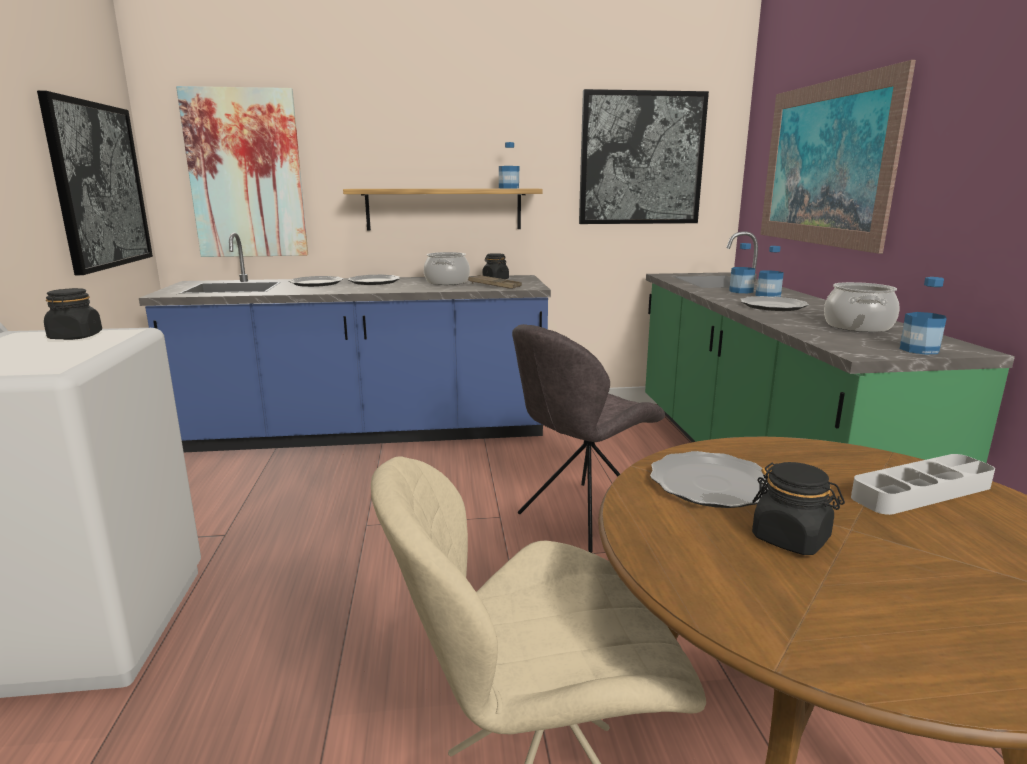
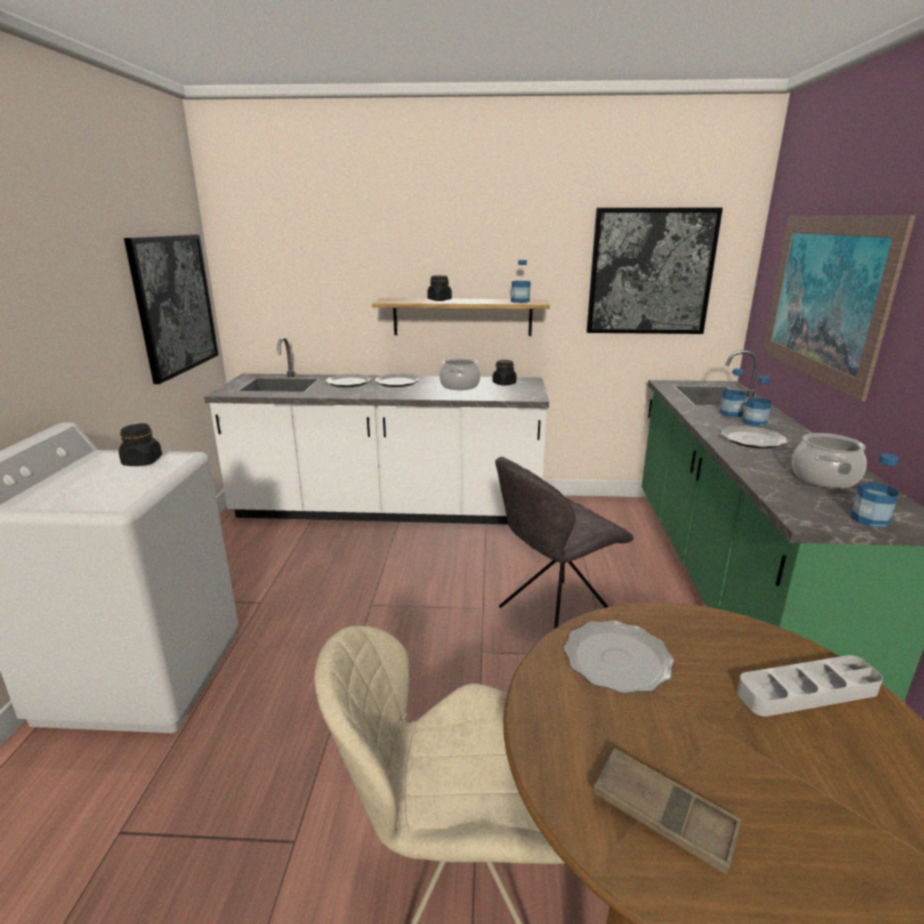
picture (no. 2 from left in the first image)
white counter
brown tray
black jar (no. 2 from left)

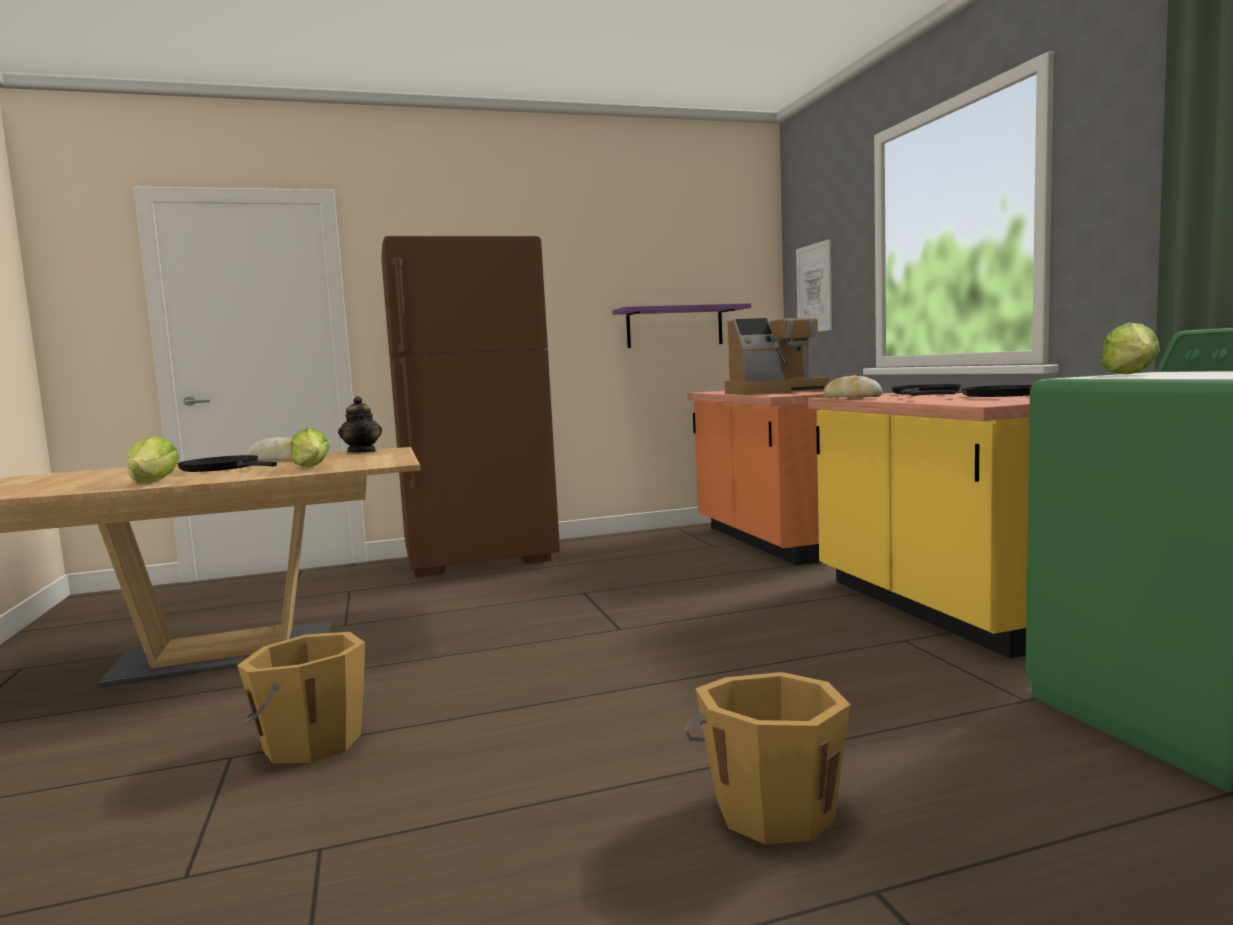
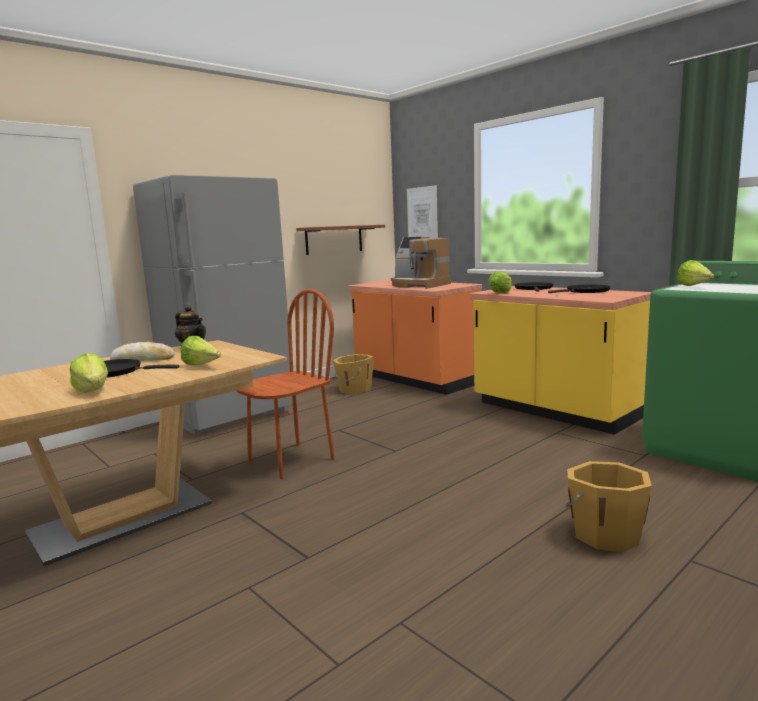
grey fridge
brown shelf
coffee machine
lettuce (no. 3 from left)
orange bucket (no. 1 from left)
brown chair

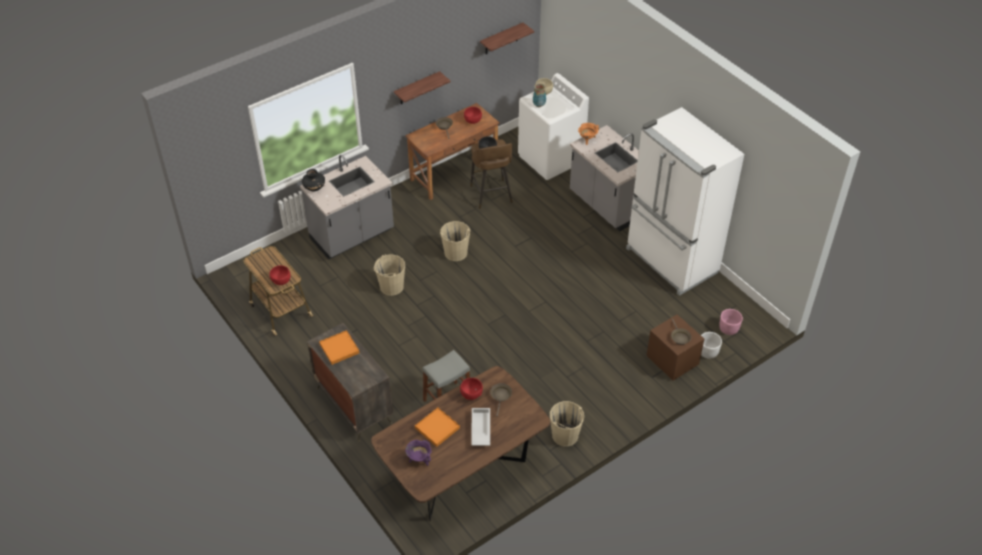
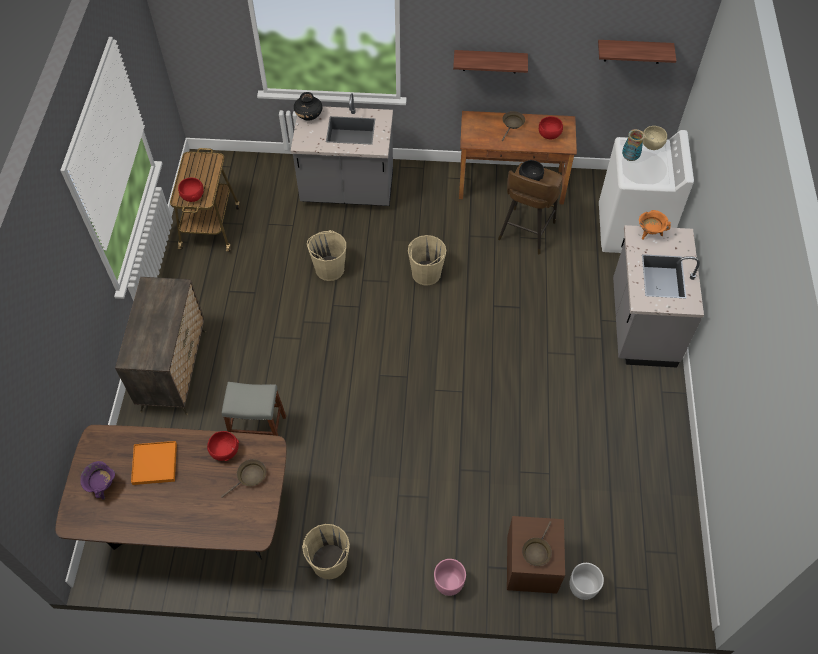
white fridge
pink planter
orange tray (no. 1 from left in the first image)
white tray

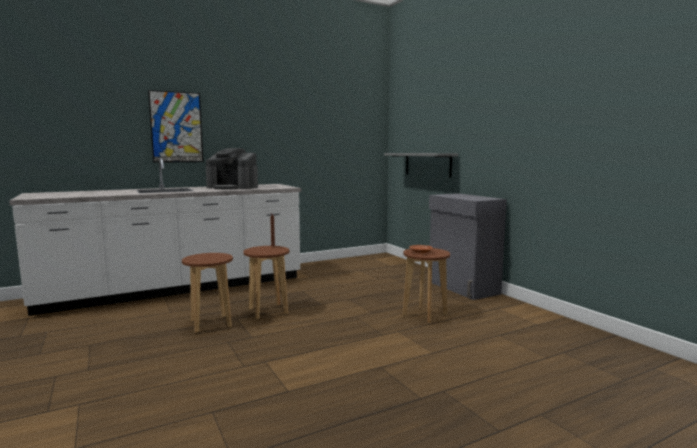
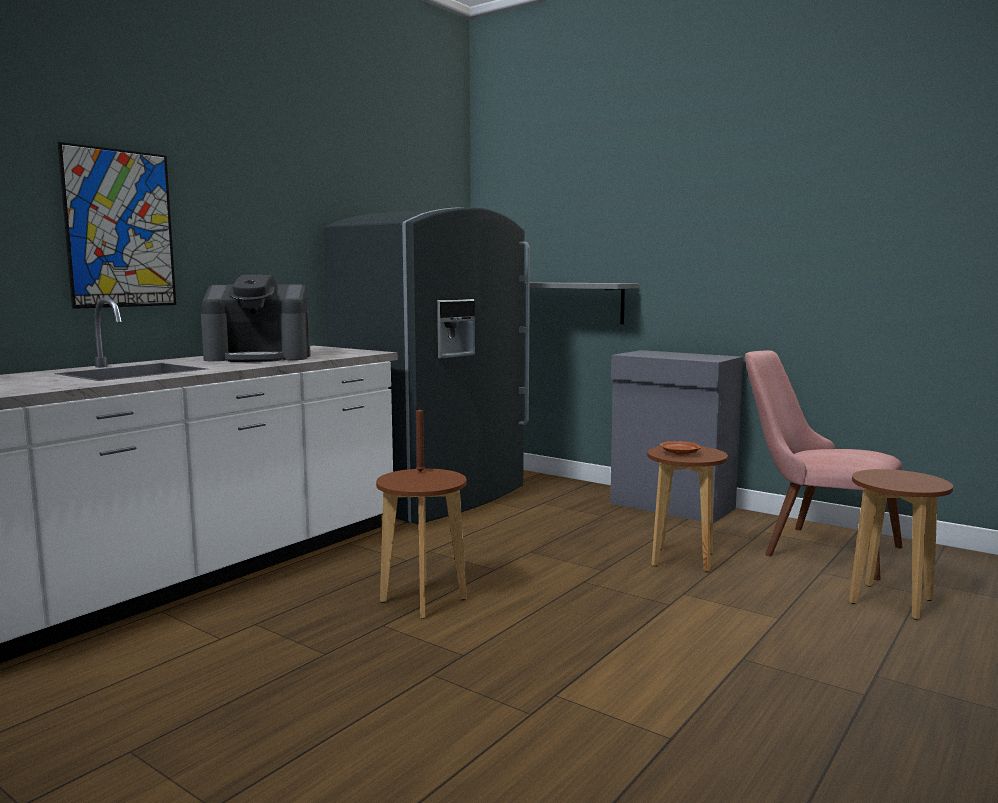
brown stool (no. 3 from left)
grey fridge
pink chair

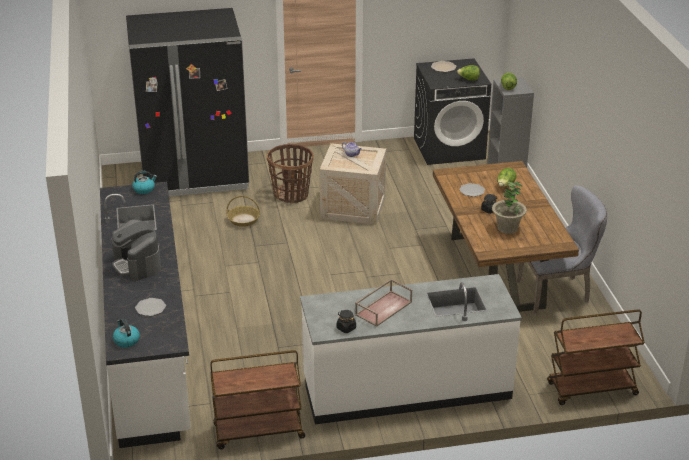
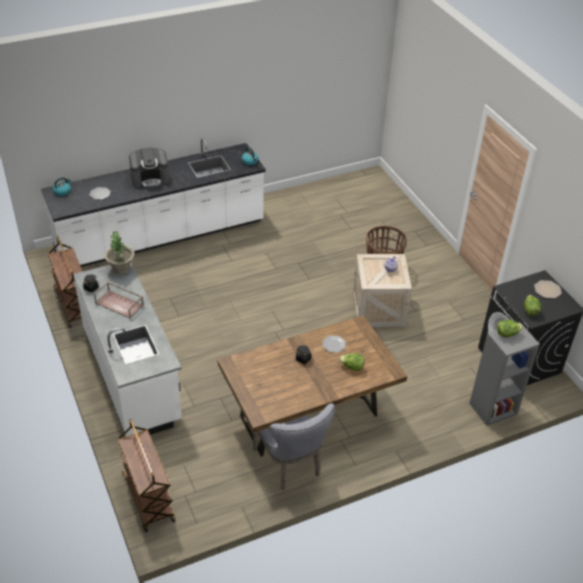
black fridge
potted plant
basket (no. 1 from left in the first image)
coffee machine

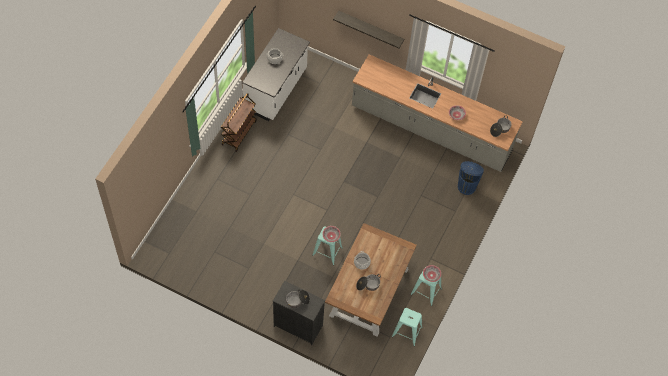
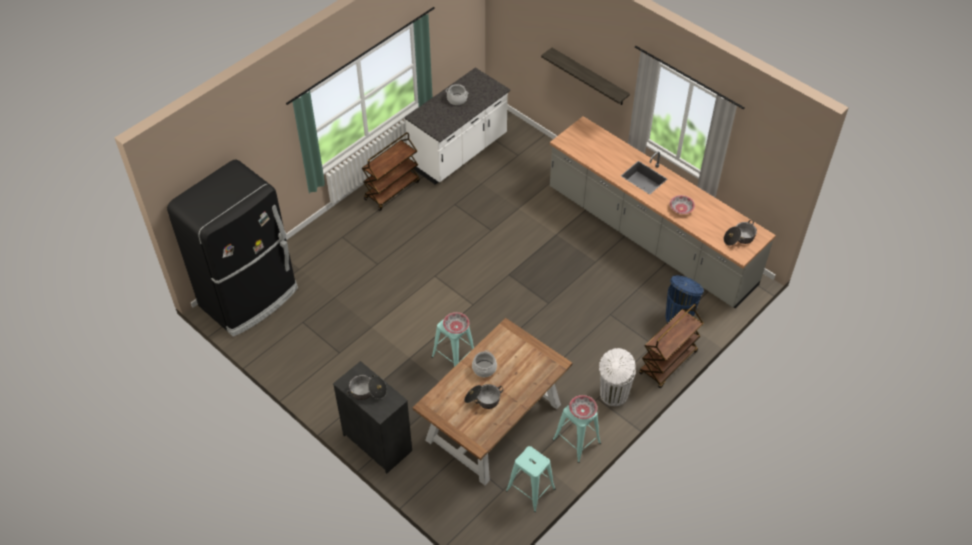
black fridge
brown cart (no. 2 from left)
white trash can

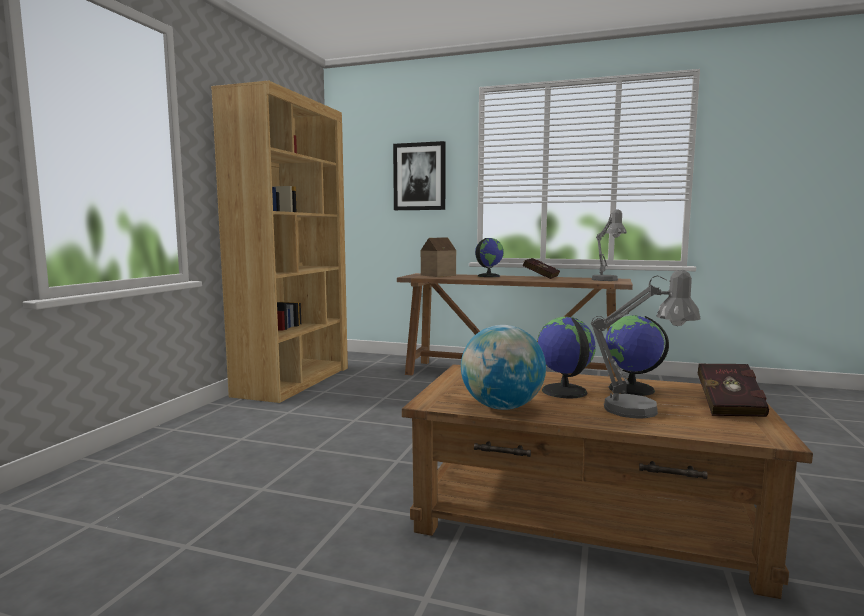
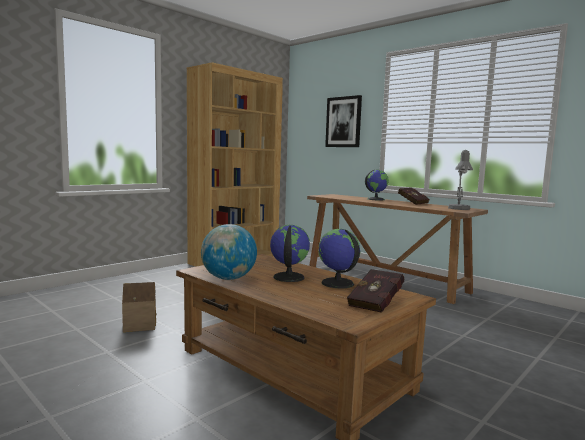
toy house
grey table lamp (no. 2 from left in the first image)

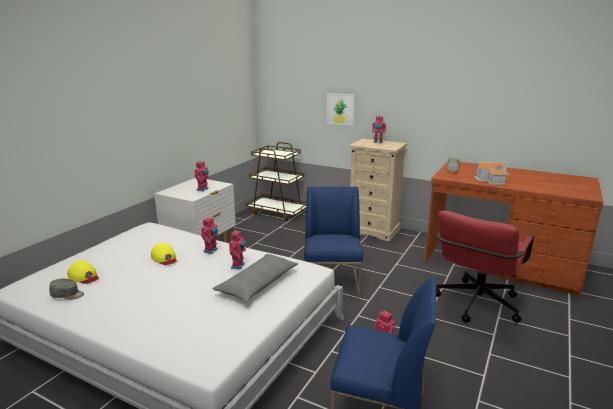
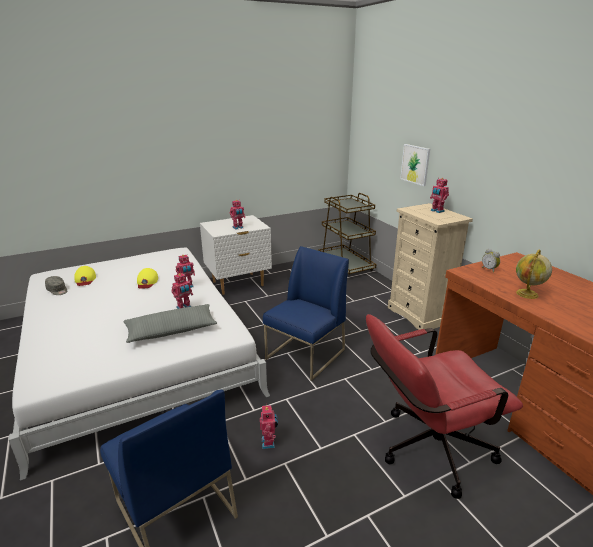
globe

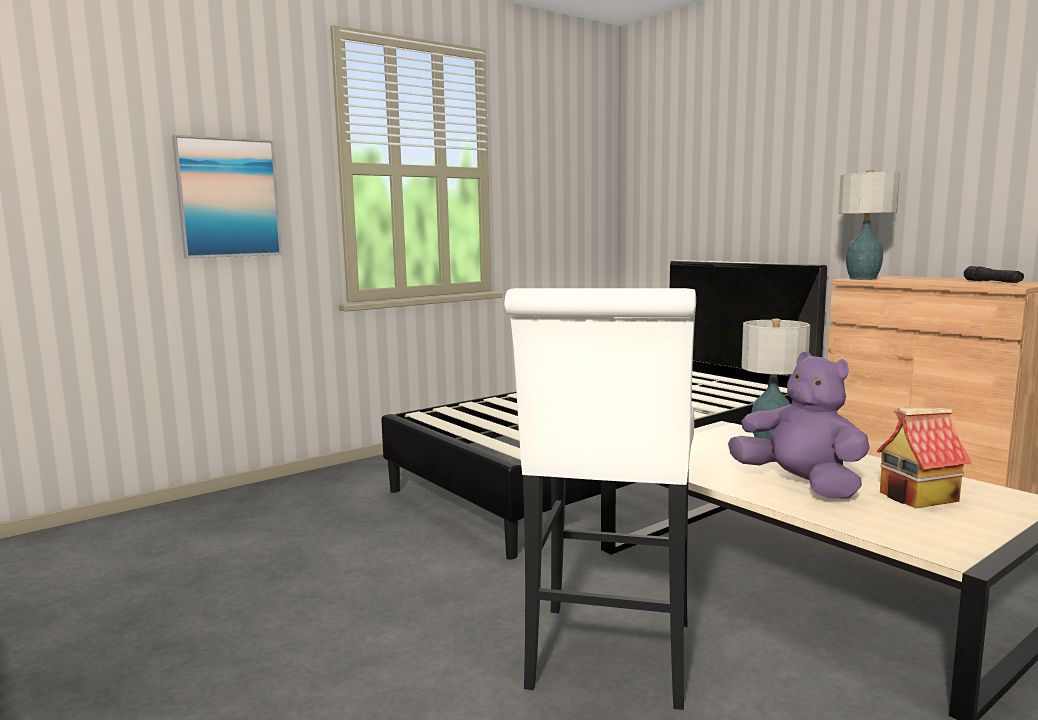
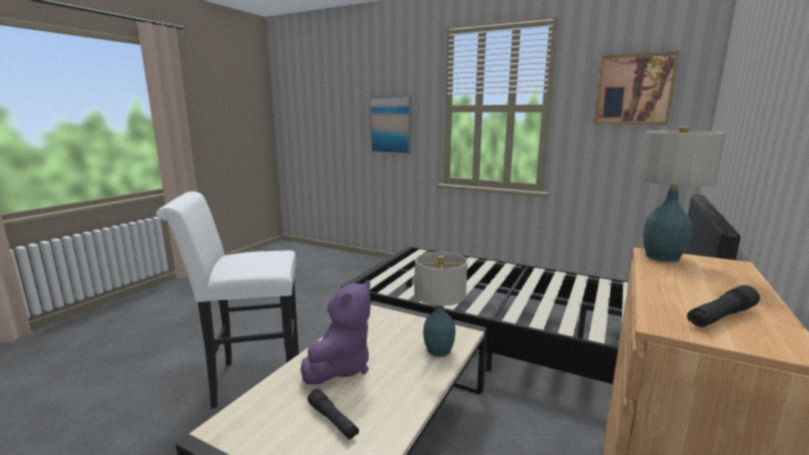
black flashlight (no. 1 from left)
picture (no. 2 from left)

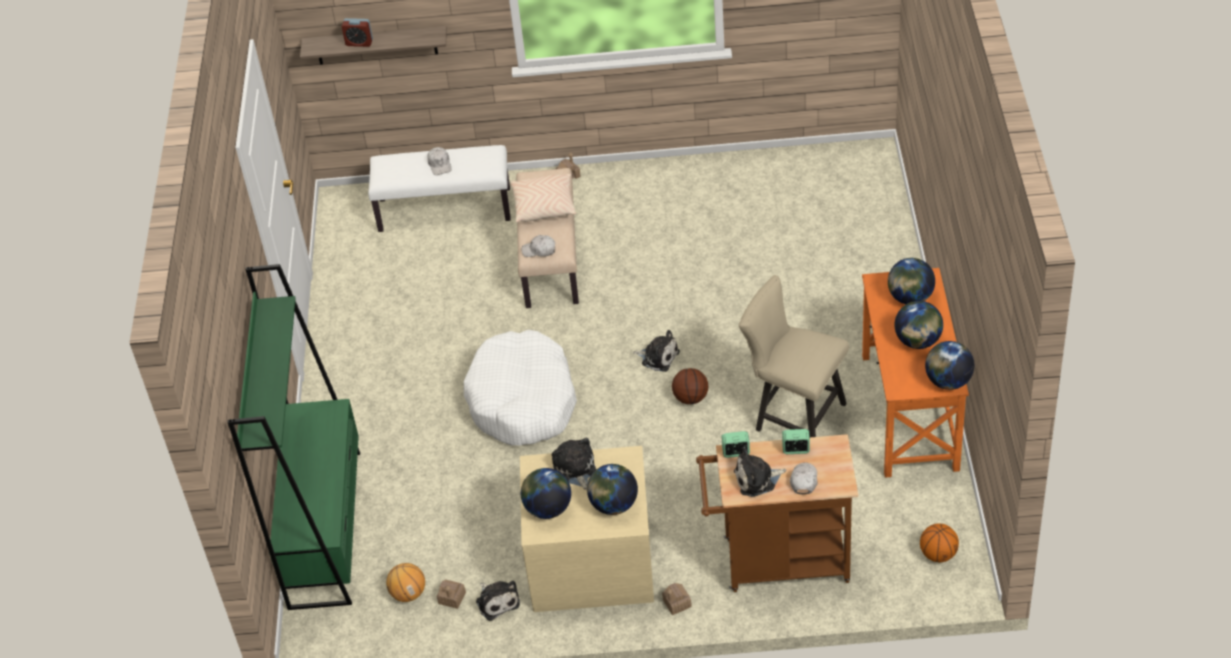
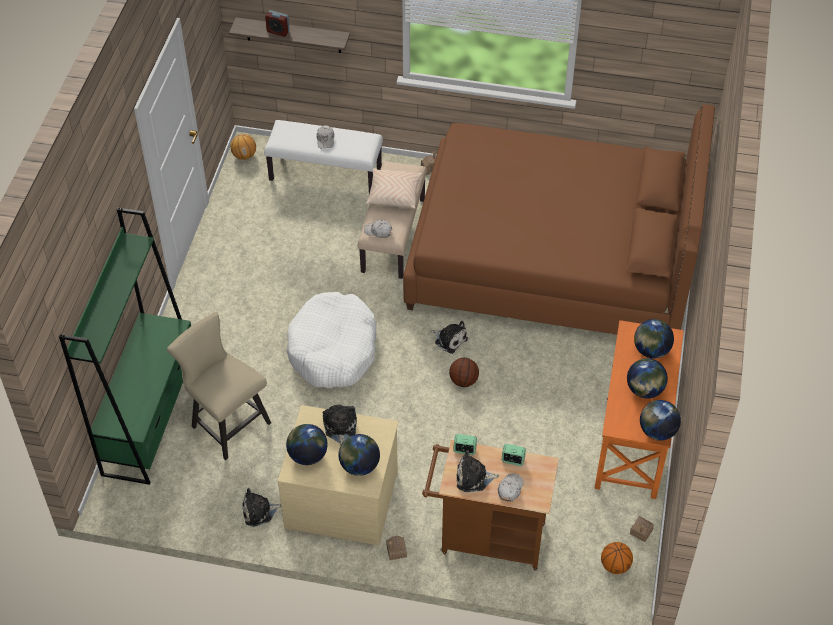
beige chair
basketball (no. 1 from left)
toy house (no. 3 from left)
plush toy (no. 1 from left)
brown bed

